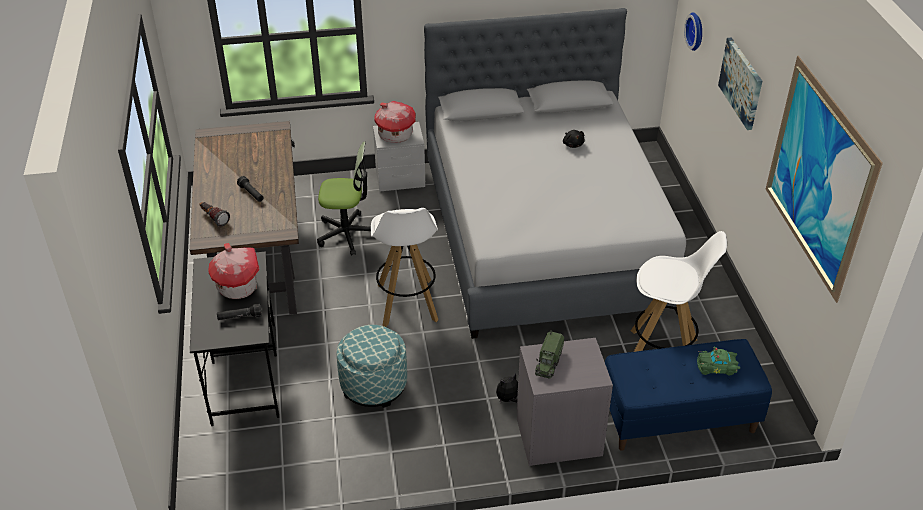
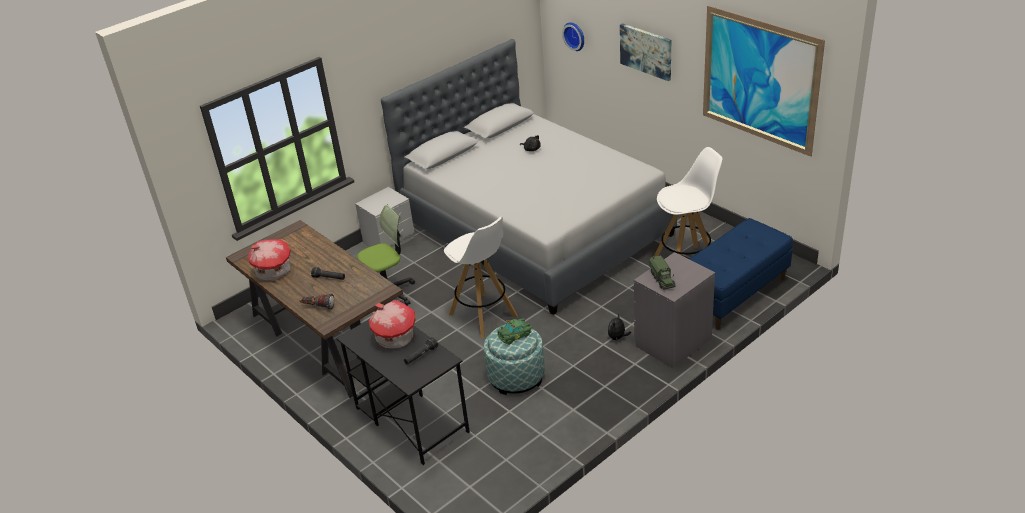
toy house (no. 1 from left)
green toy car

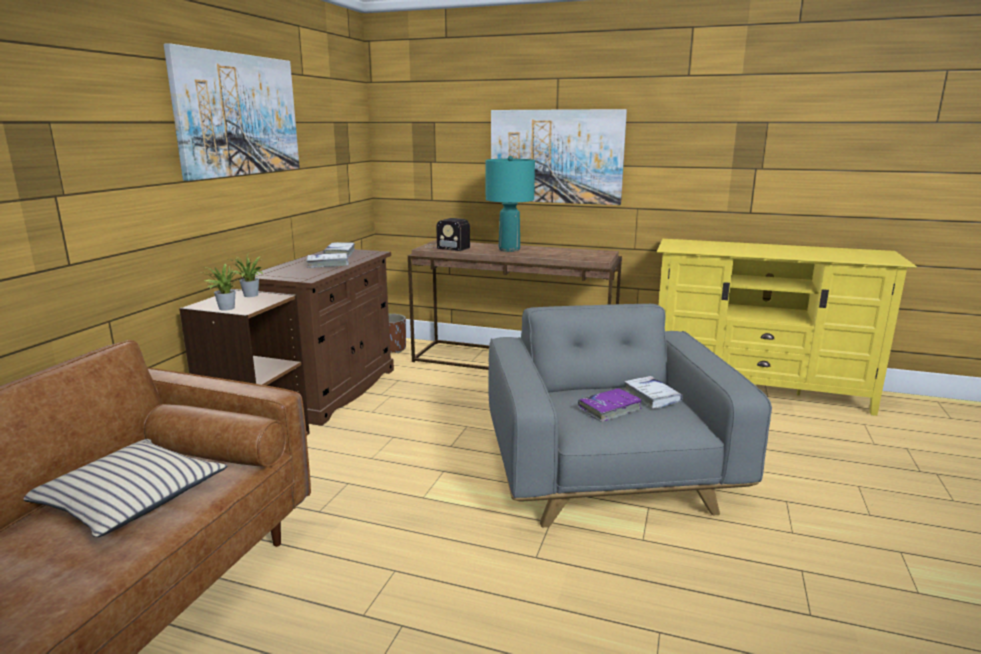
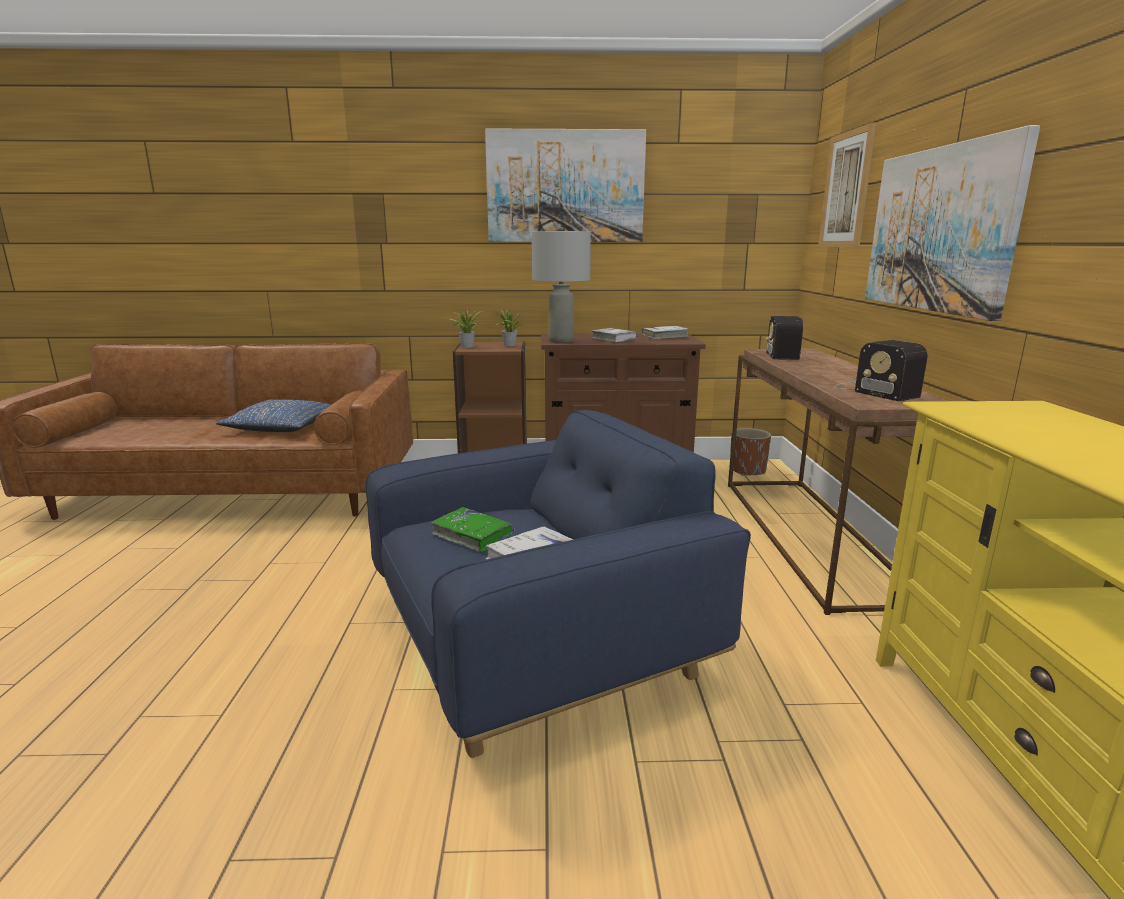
turquoise table lamp
blue armchair
green book
blue pillow
picture (no. 2 from left)
grey table lamp
radio (no. 2 from left)

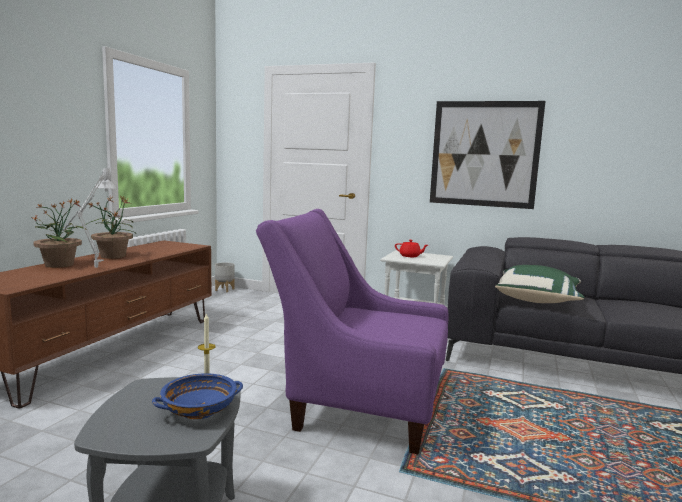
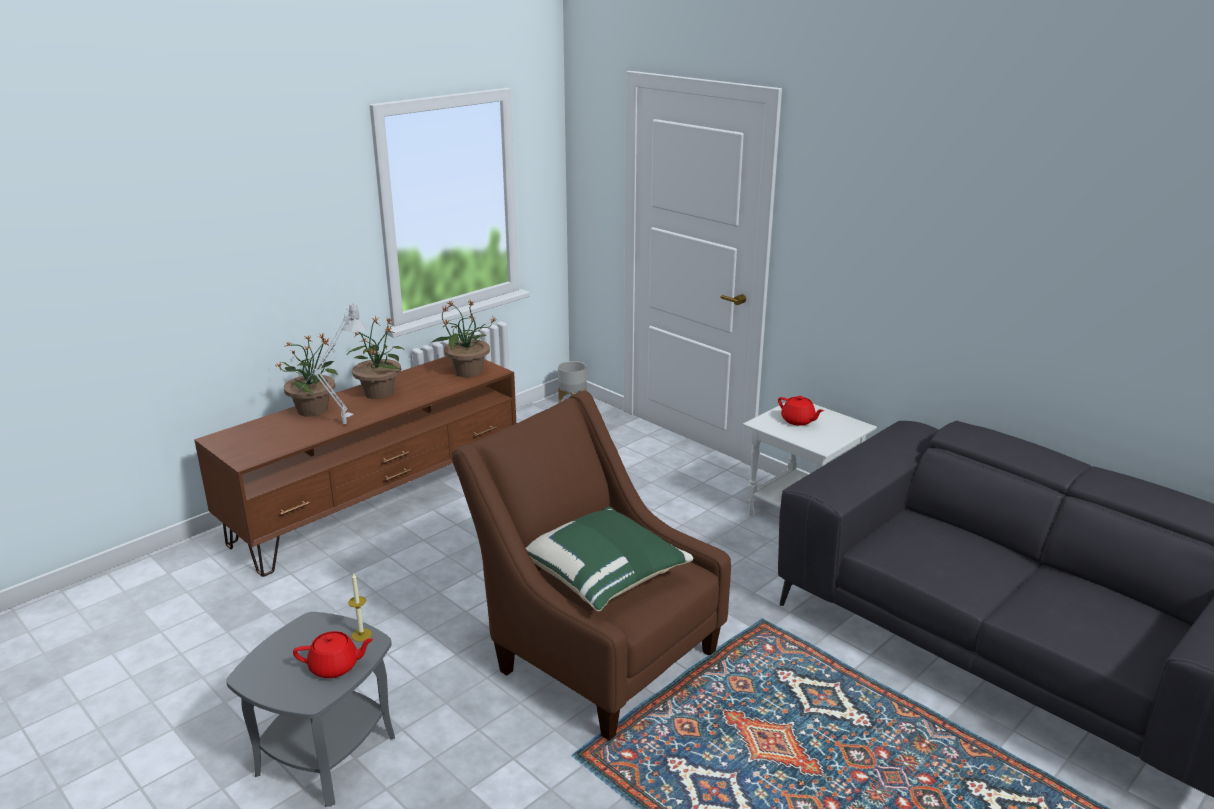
picture
brown armchair
green pillow
red teapot (no. 1 from left)
potted plant (no. 3 from left)

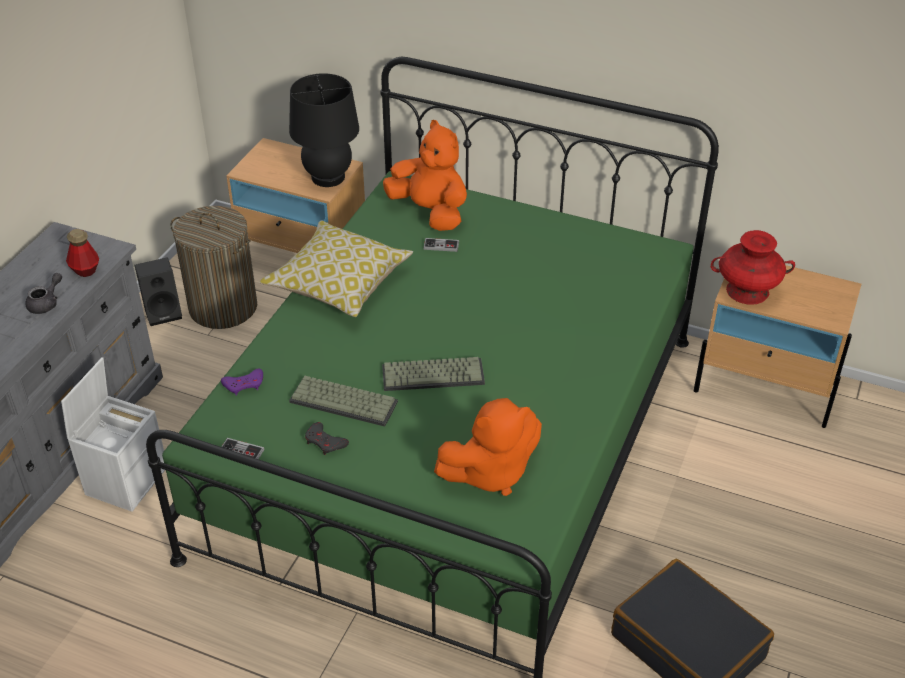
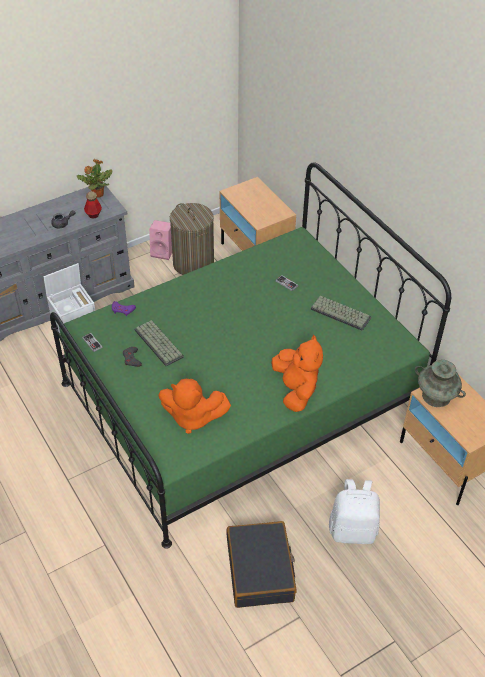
black table lamp
orange plush toy (no. 2 from left)
pillow
turquoise vase
pink speaker
keyboard (no. 2 from left)
potted plant
white backpack

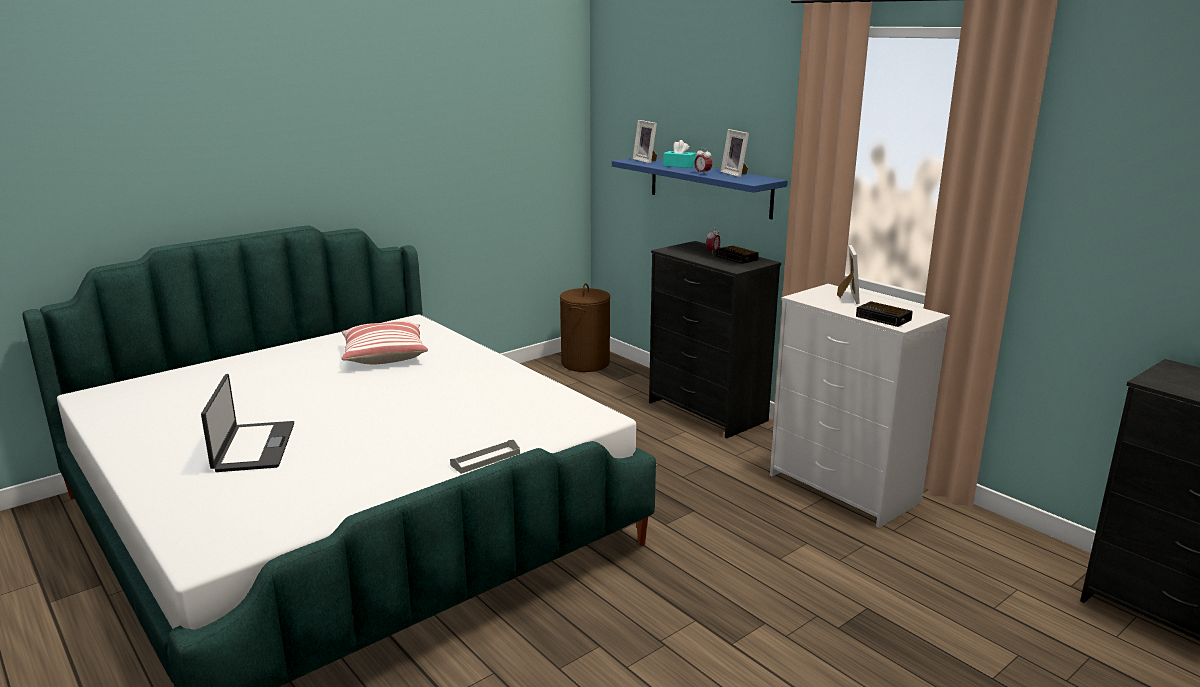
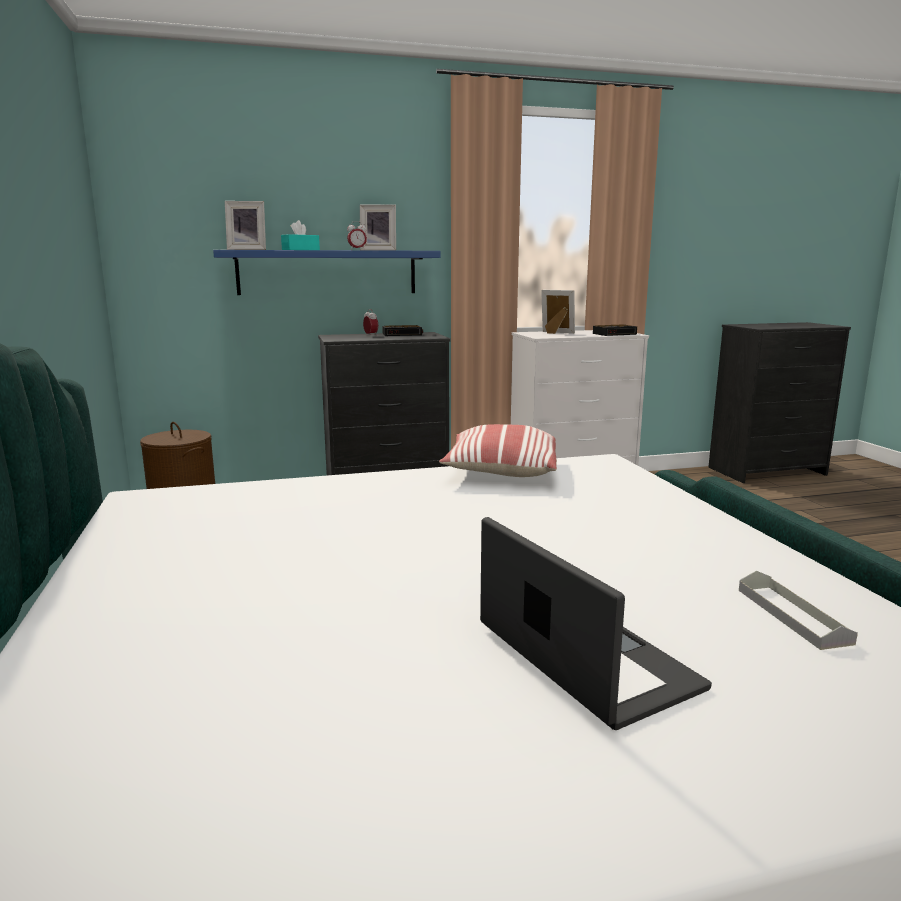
pillow
laptop
grey tray

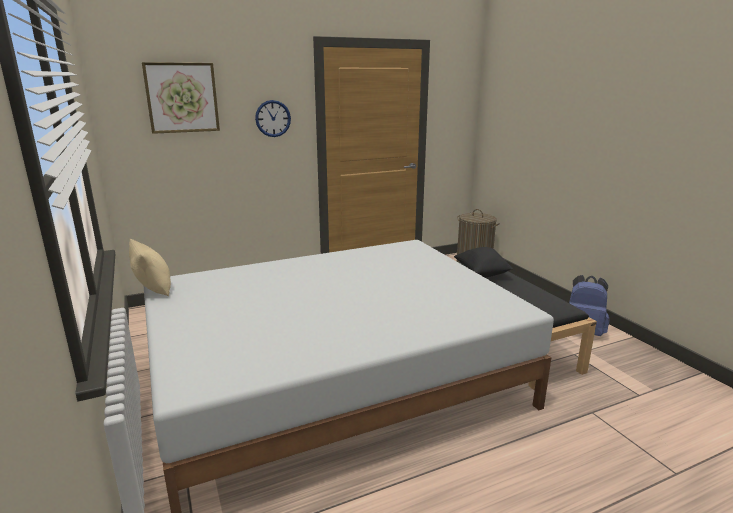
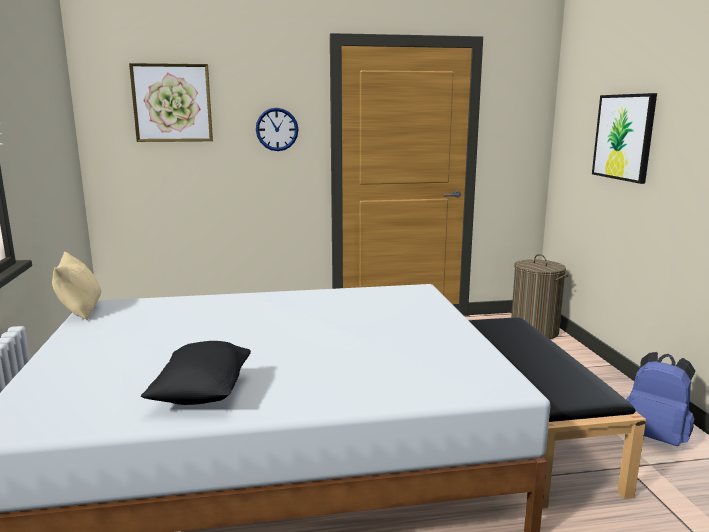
black pillow
picture (no. 2 from left)

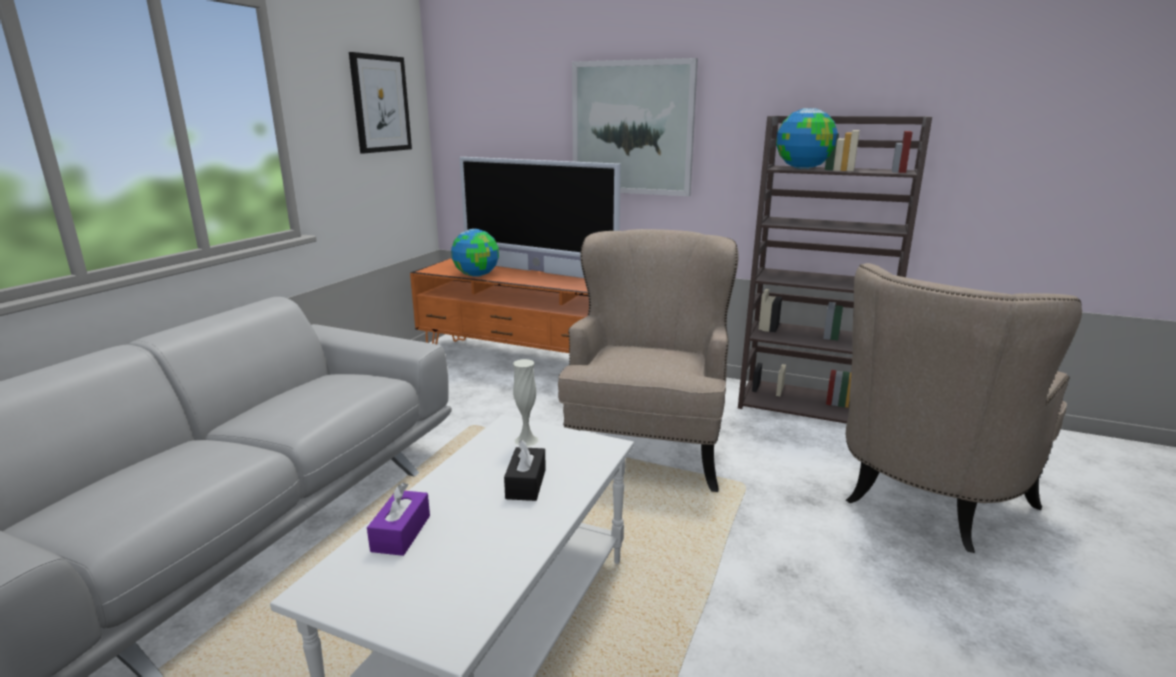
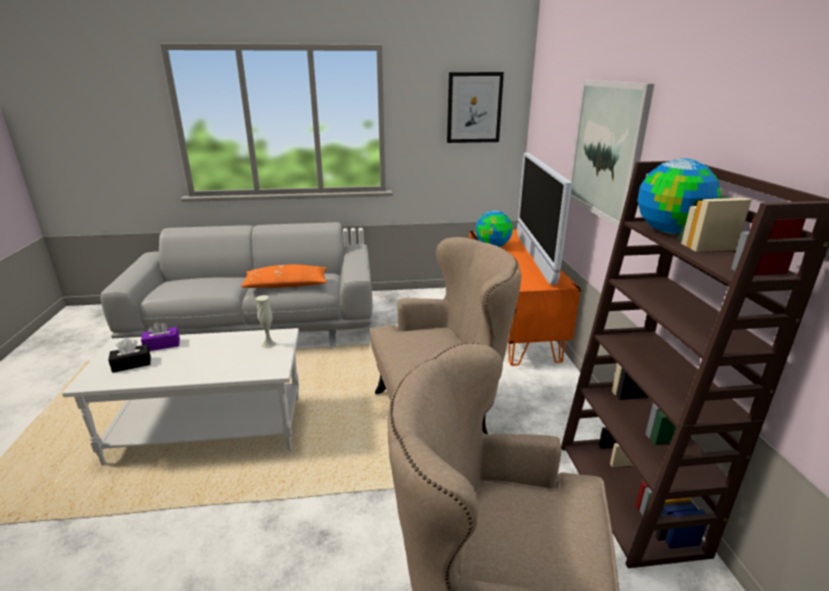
black tissue box
orange pillow

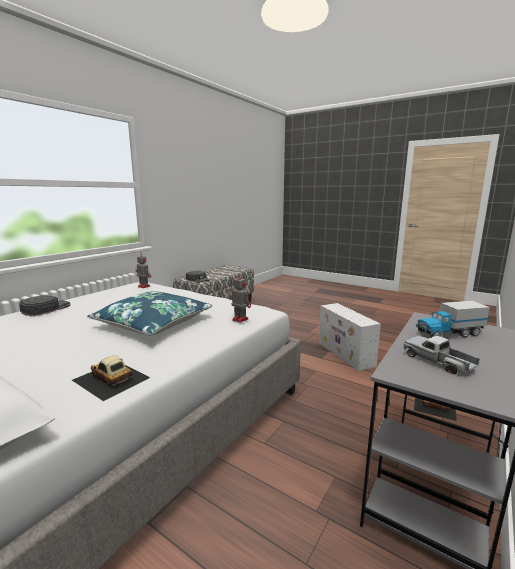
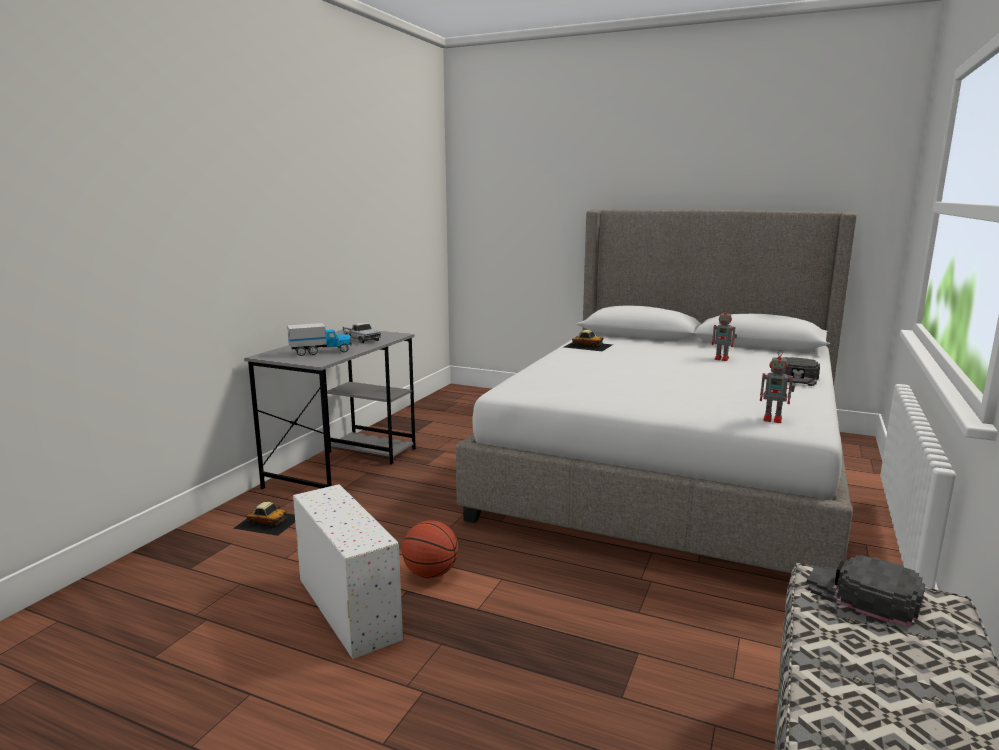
toy robot (no. 1 from left)
blue pillow
basketball

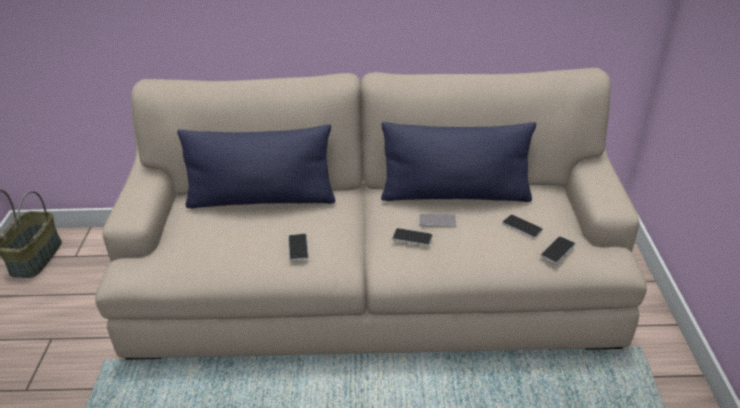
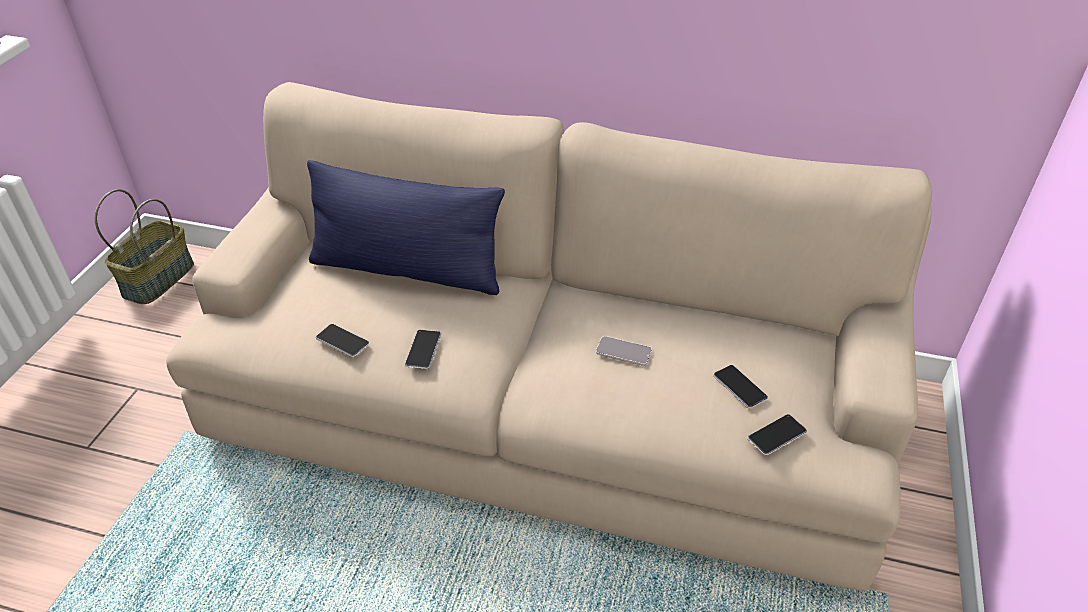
blue pillow (no. 2 from left in the first image)
phone (no. 1 from left)

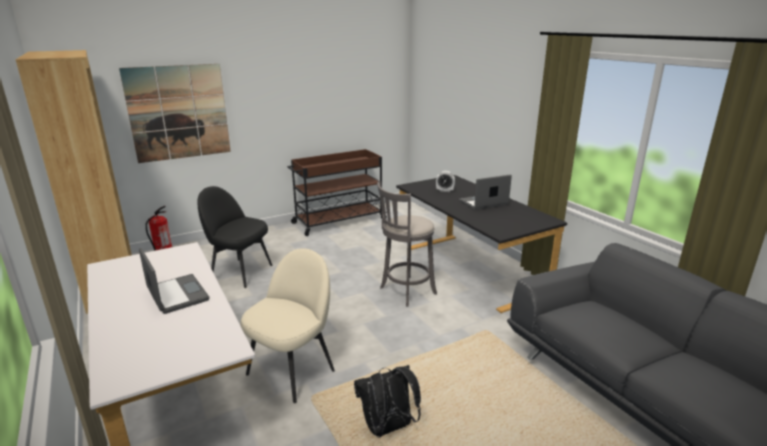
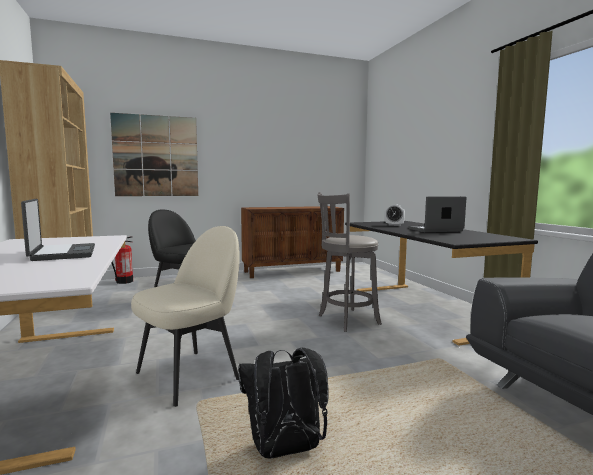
brown cabinet

